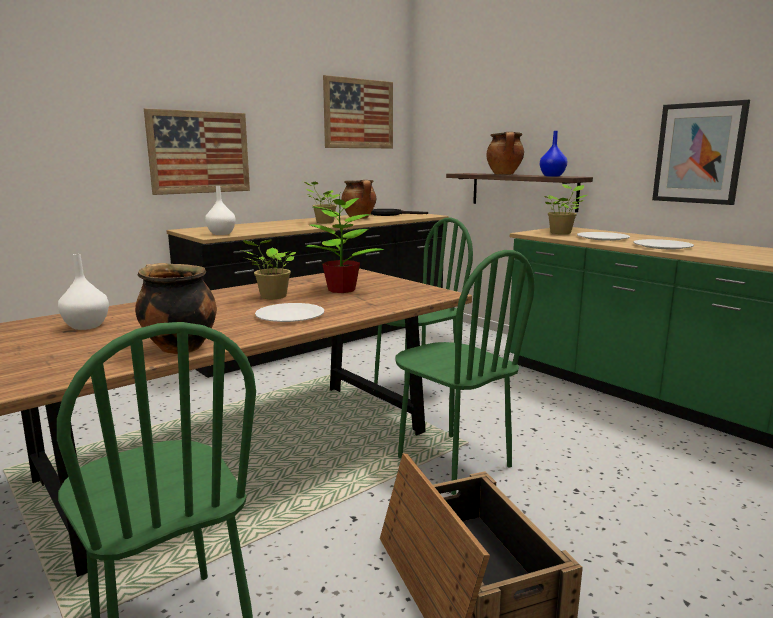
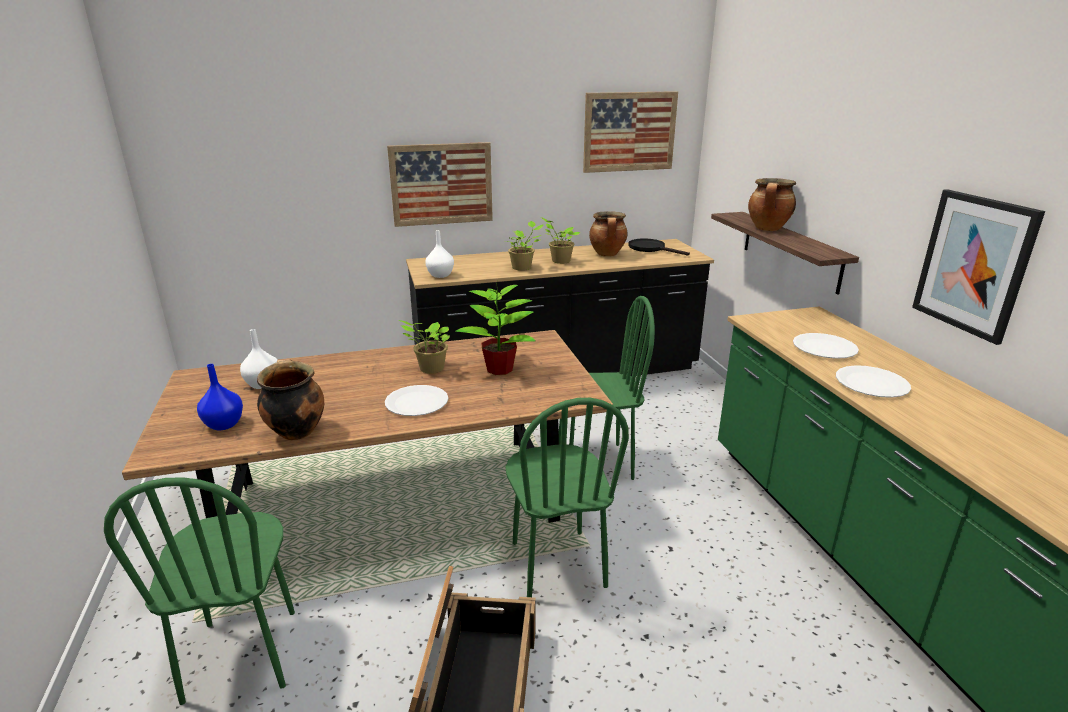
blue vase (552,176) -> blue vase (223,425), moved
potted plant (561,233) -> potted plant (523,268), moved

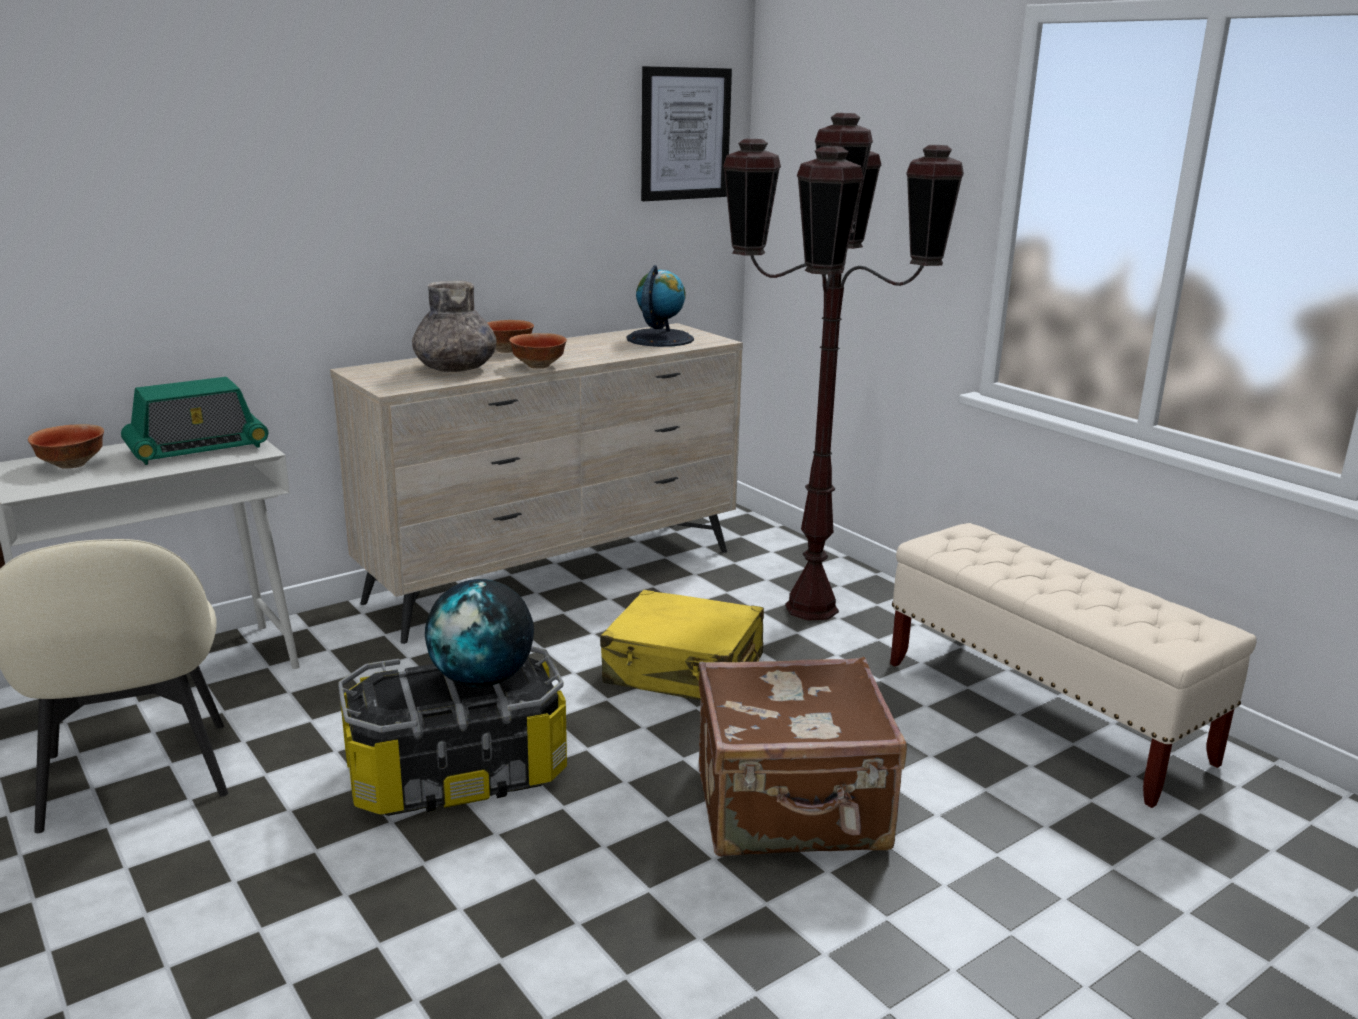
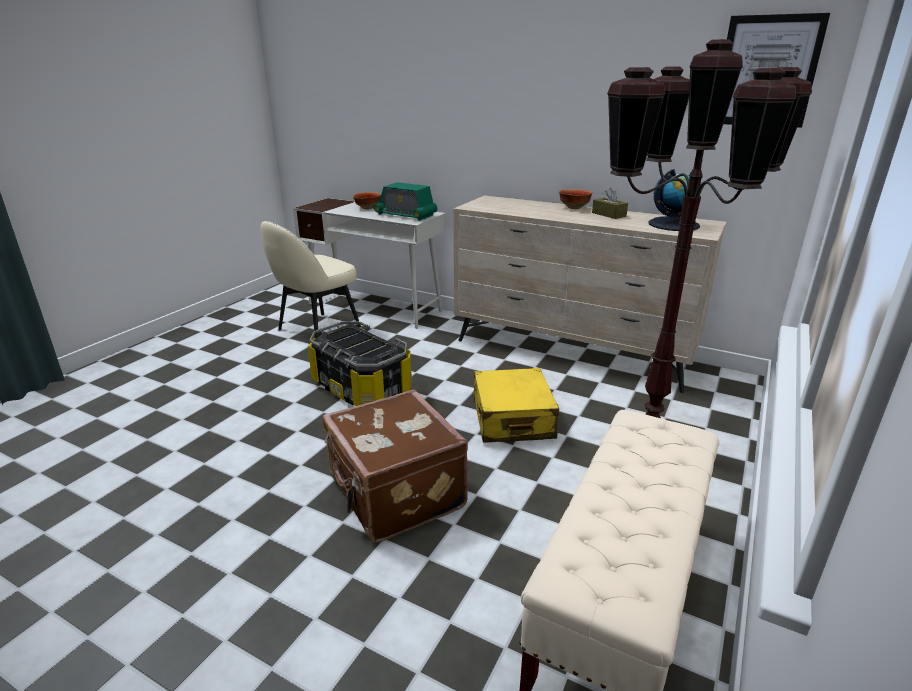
none -> brown tissue box (608,214)
grey vase (456,368) -> none
globe (482,679) -> none
bowl (539,366) -> none

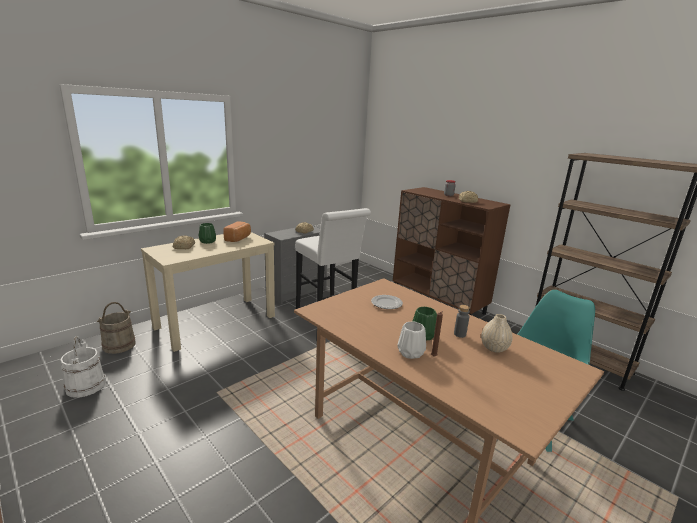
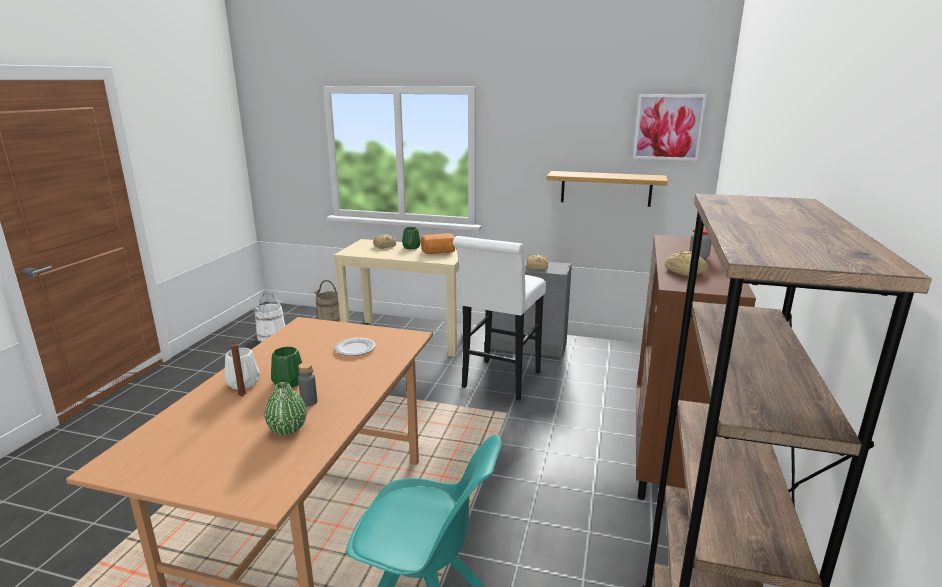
beige vase (494,348) -> green vase (287,428)
none -> shelf (606,188)
none -> picture (668,127)

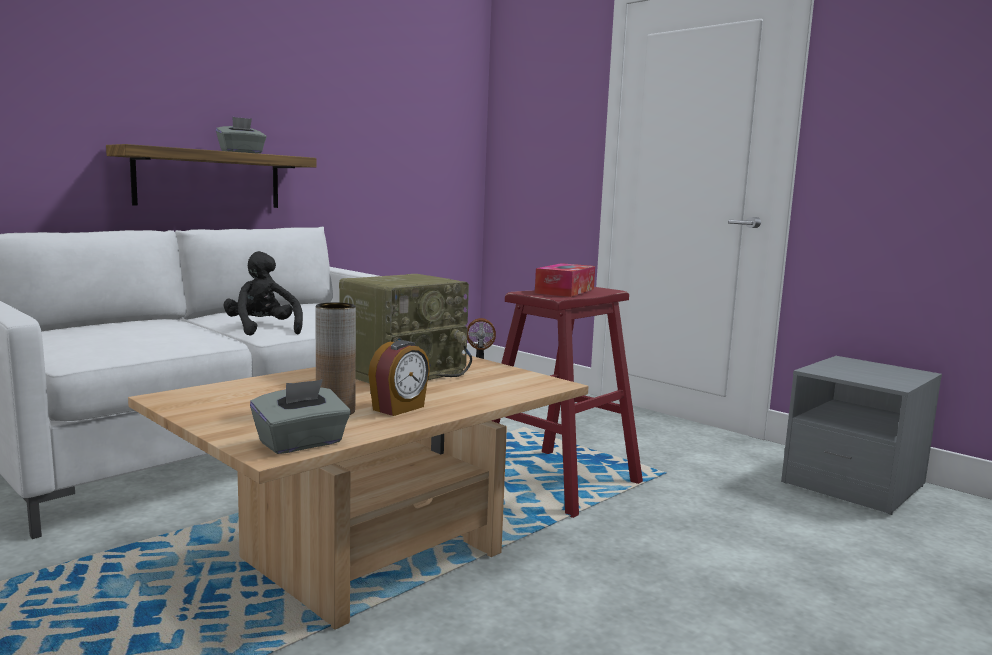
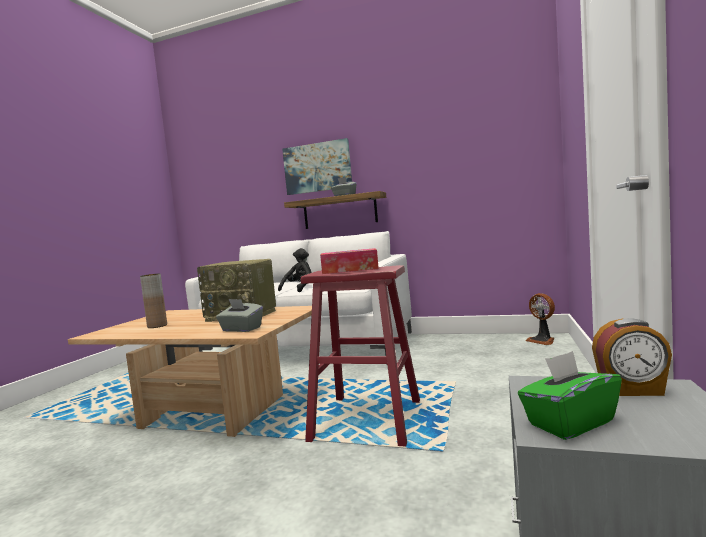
grey tissue box (301,443) -> grey tissue box (241,329), moved
none -> picture (317,167)
none -> green tissue box (569,422)
alarm clock (399,408) -> alarm clock (631,390), moved

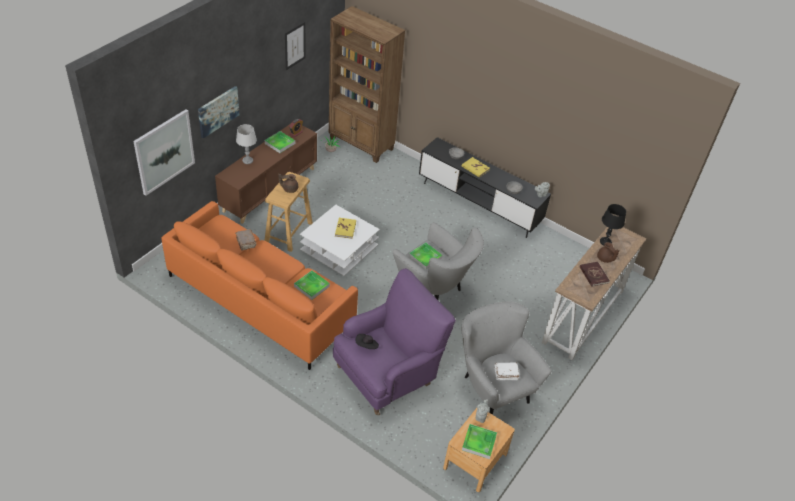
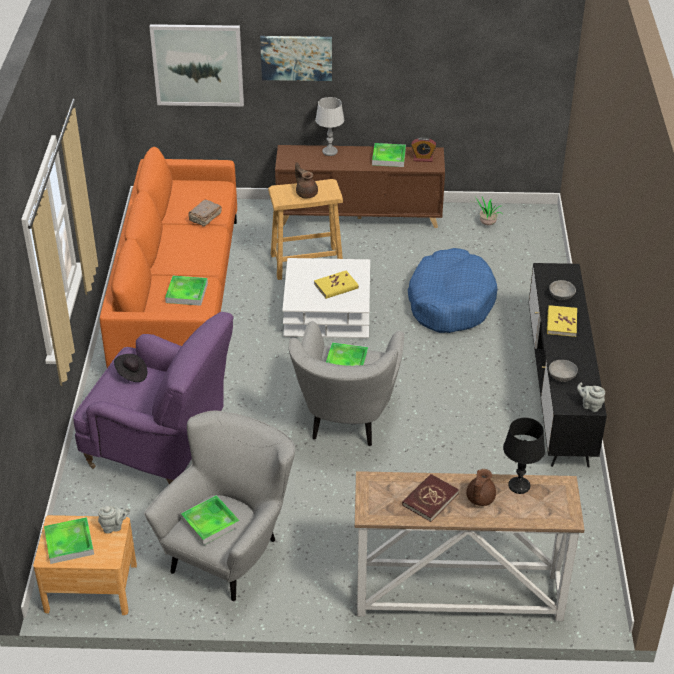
white book (505,374) -> tray (210,522)
none -> blue dog bed (450,302)
picture (295,45) -> none
brown bookcase (361,144) -> none

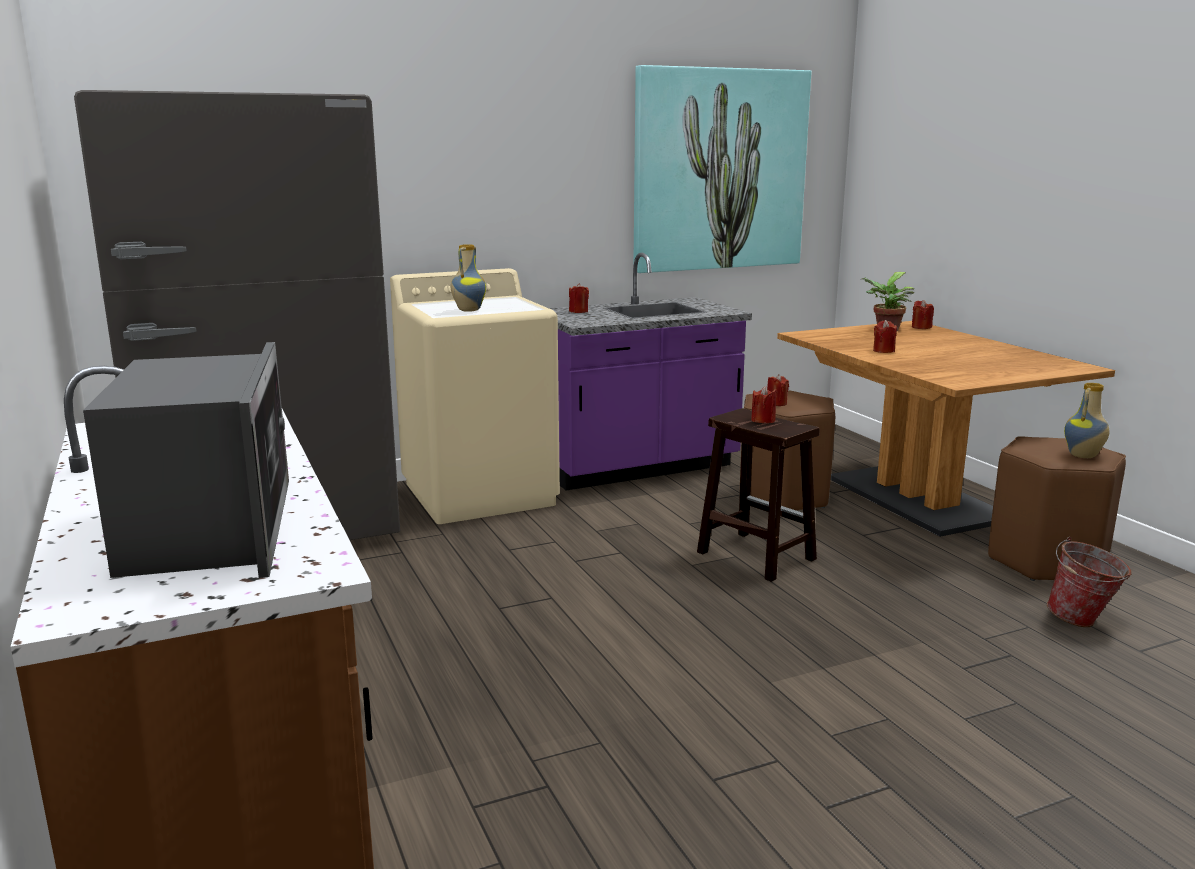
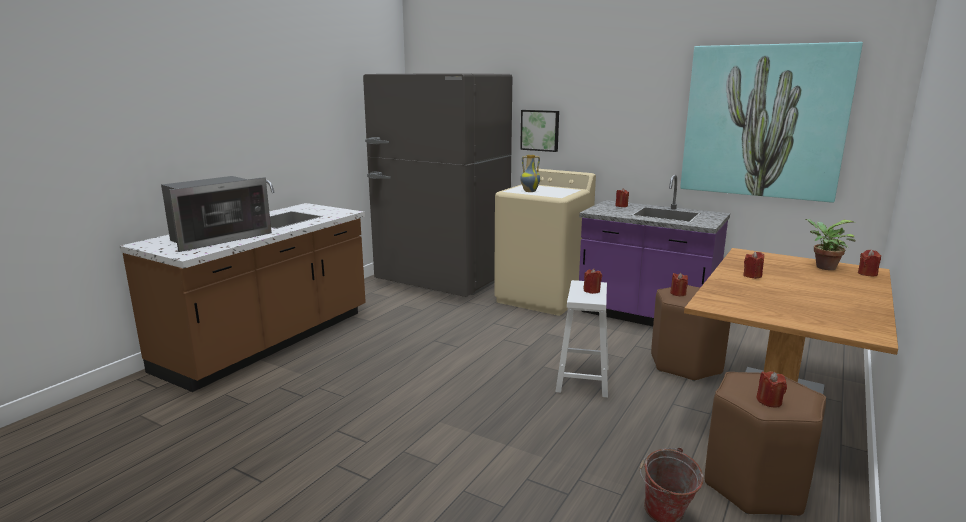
none -> picture (540,130)
brown stool (754,555) -> white stool (582,379)
vase (1083,456) -> red candle (769,401)

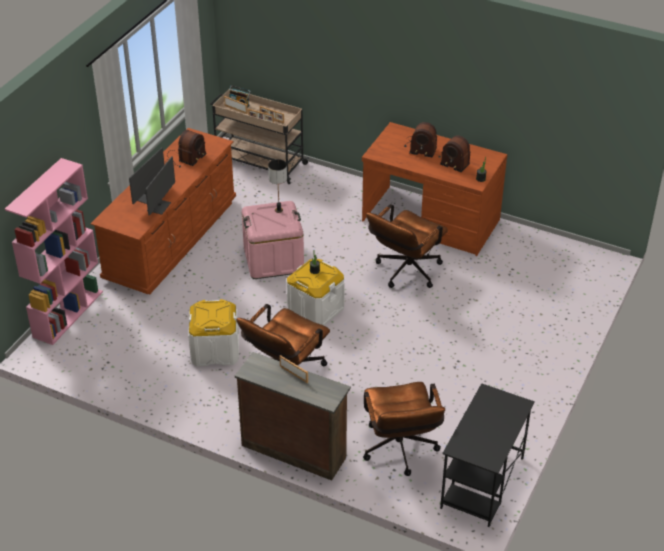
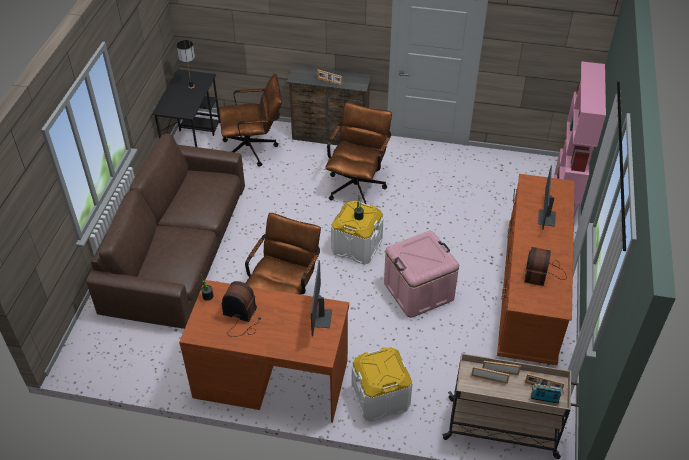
none -> brown sofa (178,248)
table lamp (279,210) -> table lamp (191,86), moved
brown office chair (400,452) -> brown office chair (254,149), 105 degrees clockwise
monitor (159,206) -> monitor (320,318), moved
white storage box (215,350) -> white storage box (380,397), moved
radio (420,147) -> none

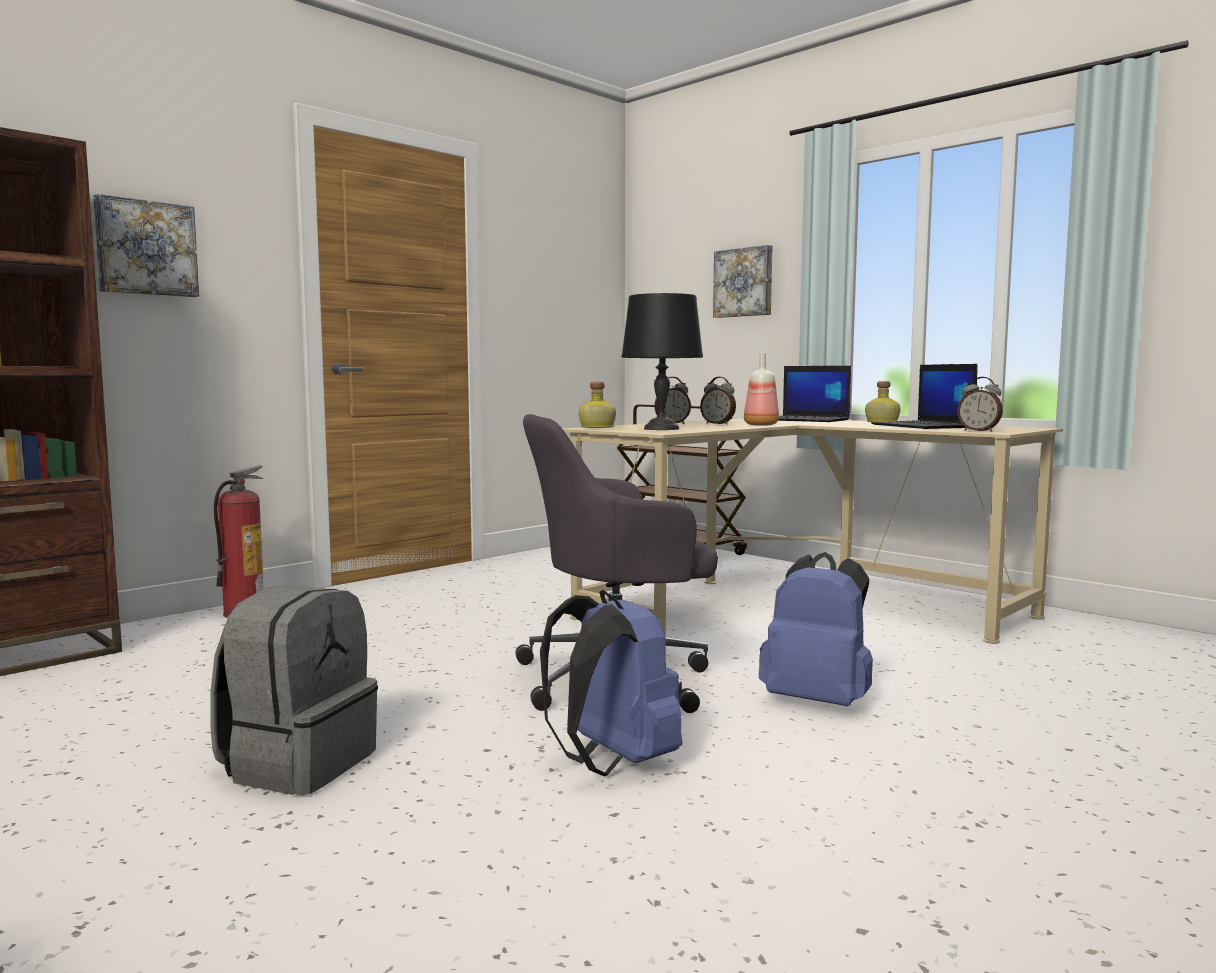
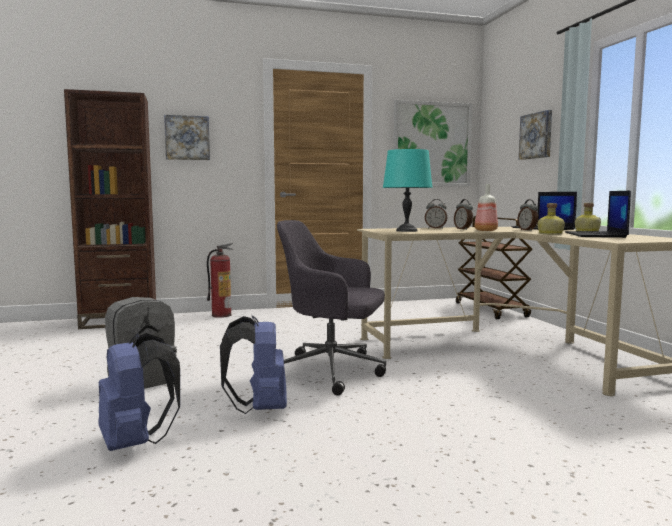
blue backpack (818,701) -> blue backpack (136,443), moved
black table lamp (661,429) -> turquoise table lamp (407,231)
none -> picture (432,144)
alarm clock (979,431) -> alarm clock (527,230), moved
bottle (596,427) -> bottle (549,234), moved

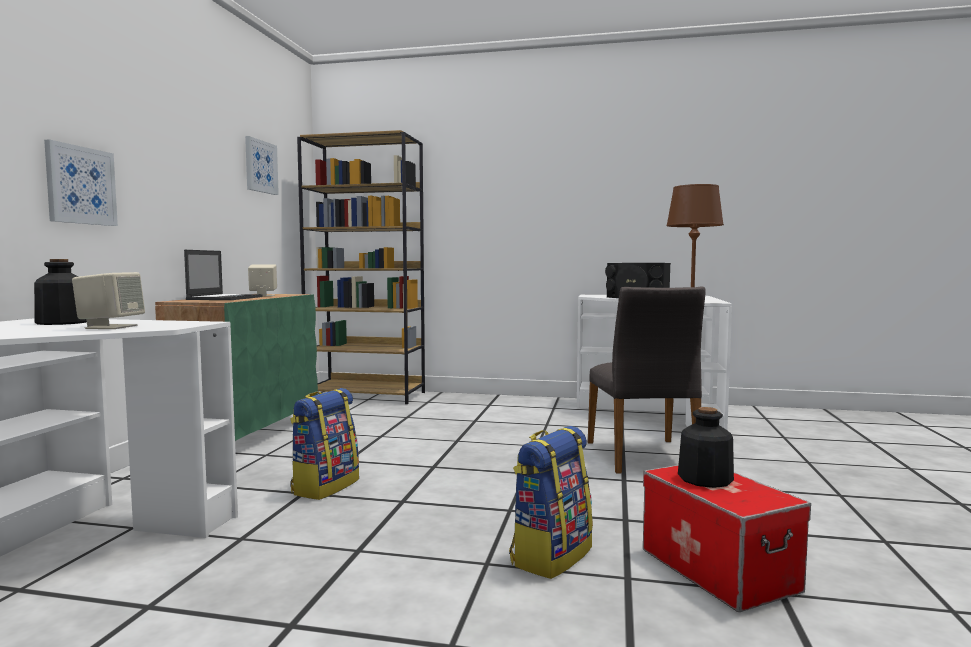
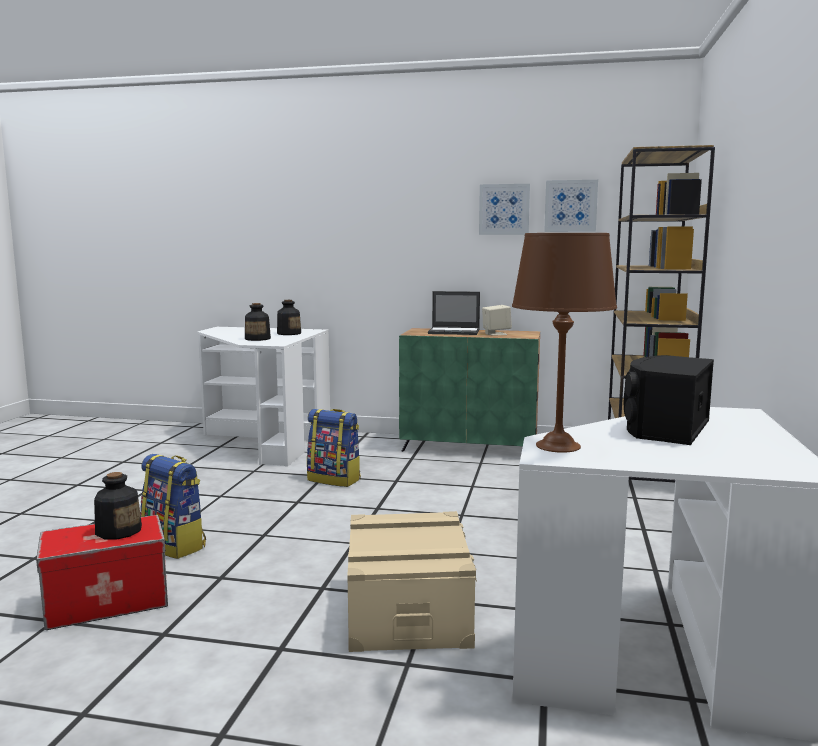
beige speaker (111,327) -> bottle (258,339)
grey chair (643,456) -> beige storage box (407,610)
picture (80,185) -> picture (504,209), moved

